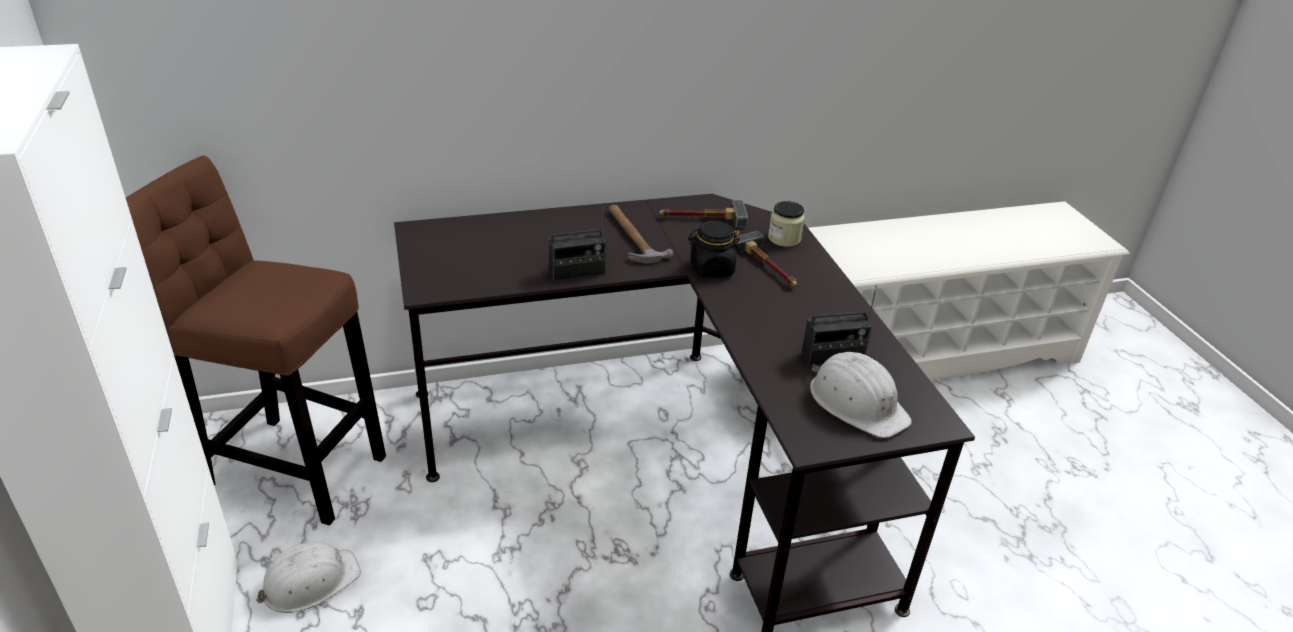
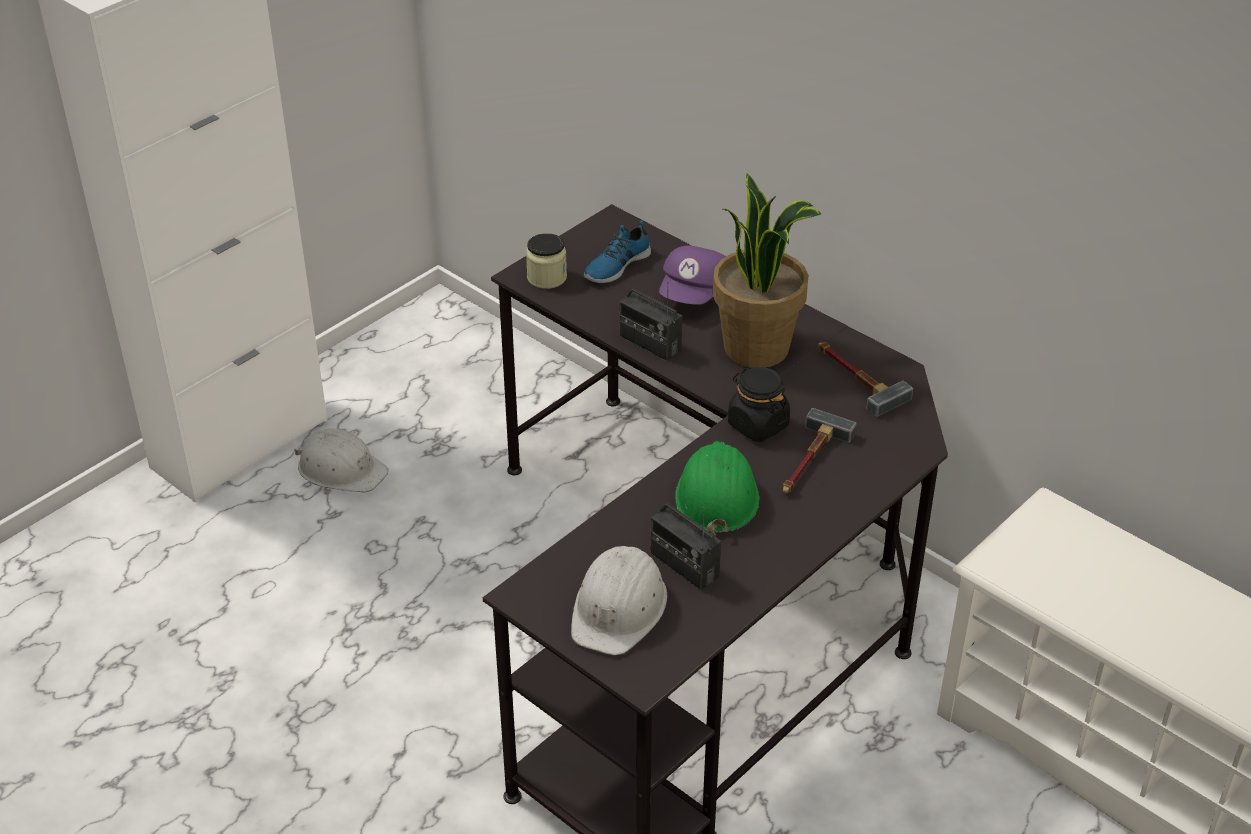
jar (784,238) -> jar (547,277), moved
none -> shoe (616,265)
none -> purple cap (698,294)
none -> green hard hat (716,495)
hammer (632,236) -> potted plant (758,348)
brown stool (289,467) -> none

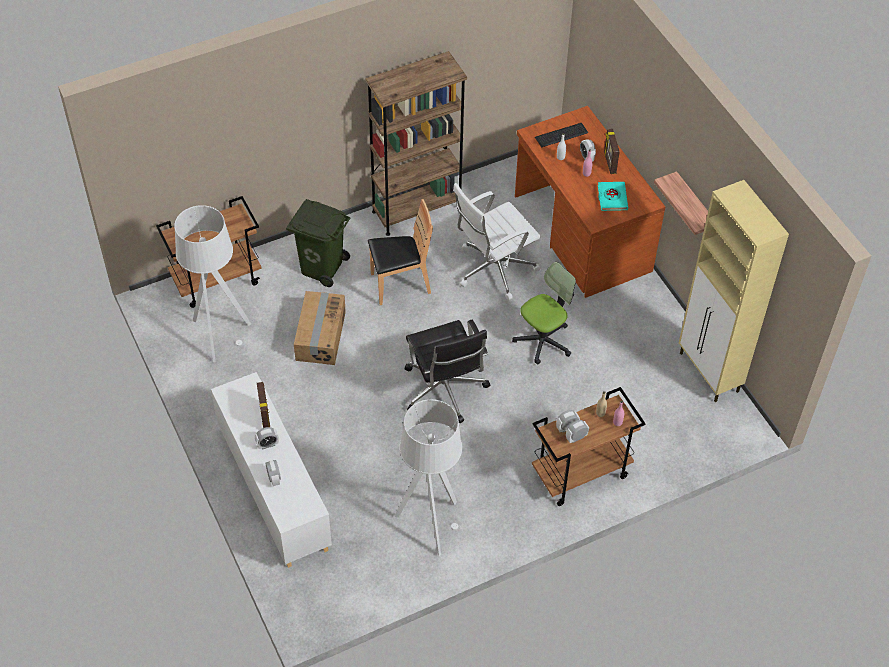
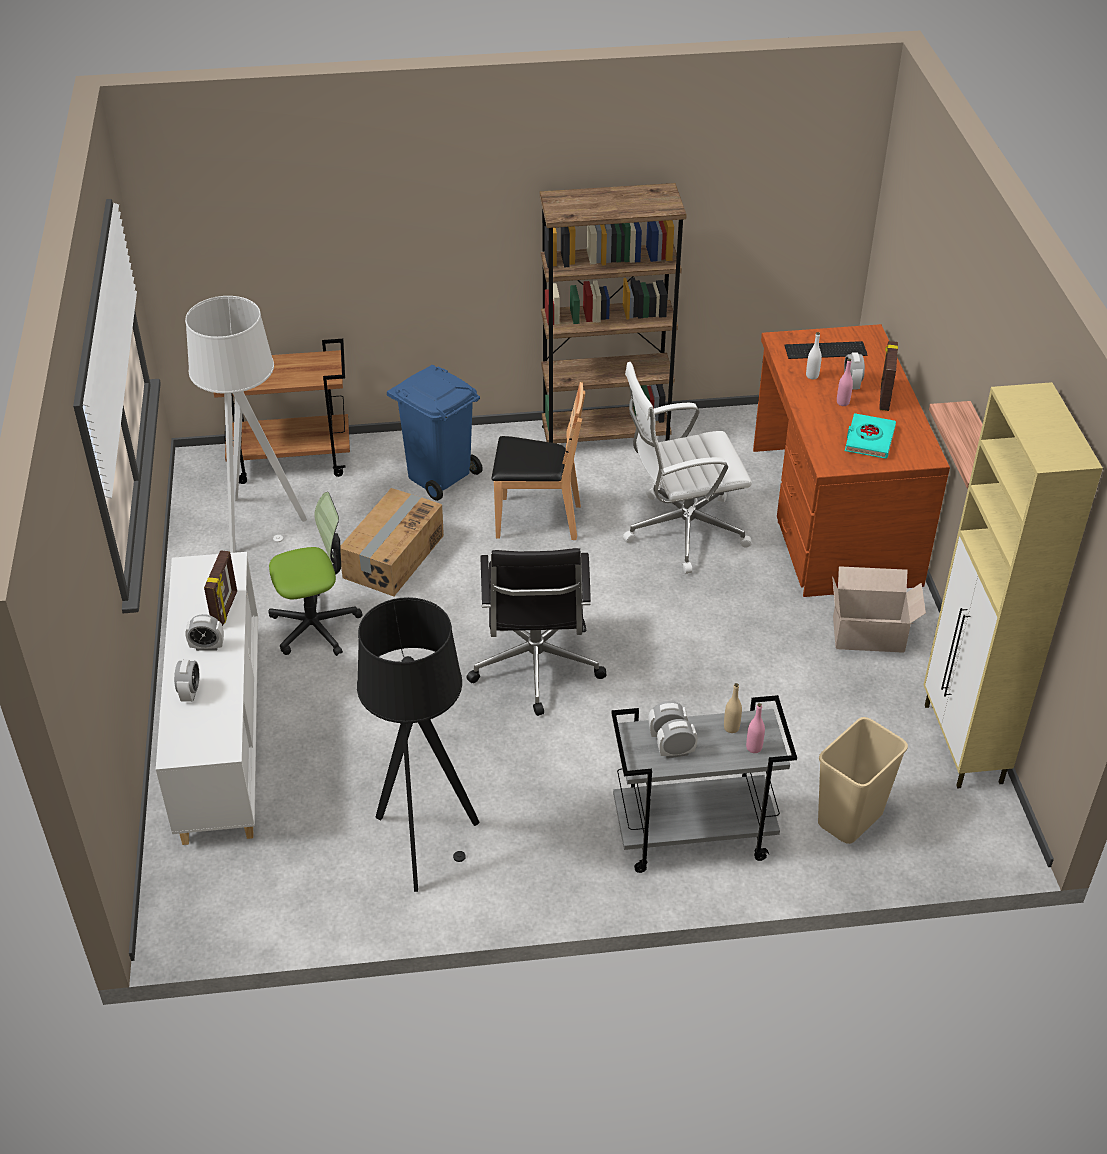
office chair (543,340) -> office chair (315,626), moved
white floor lamp (430,524) -> black floor lamp (423,843)
green trash can (322,267) -> blue trash can (440,475)
brown cart (580,474) -> grey cart (692,836)
none -> beige trash can (850,820)
none -> cardboard box (870,635)

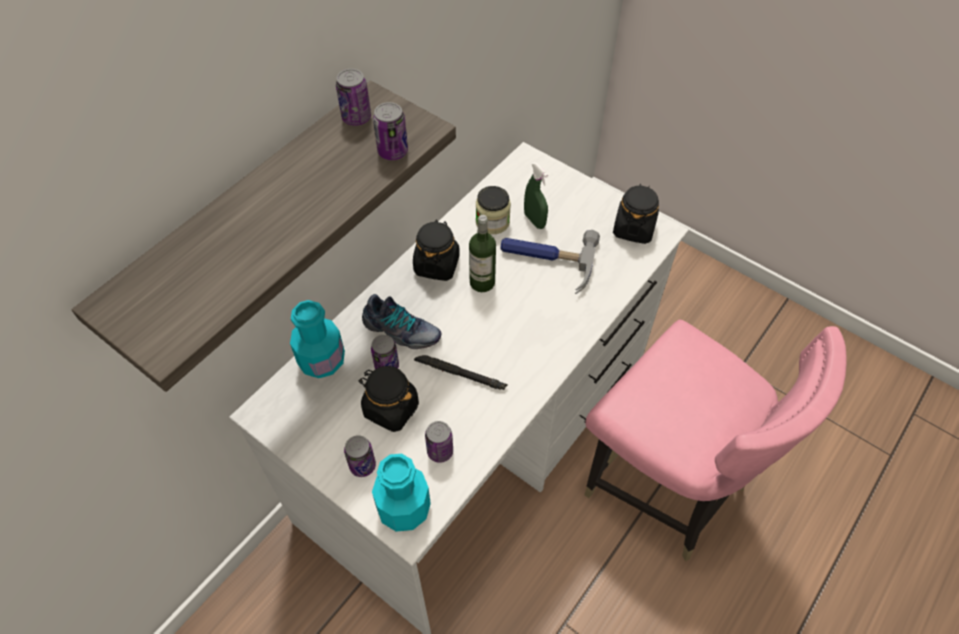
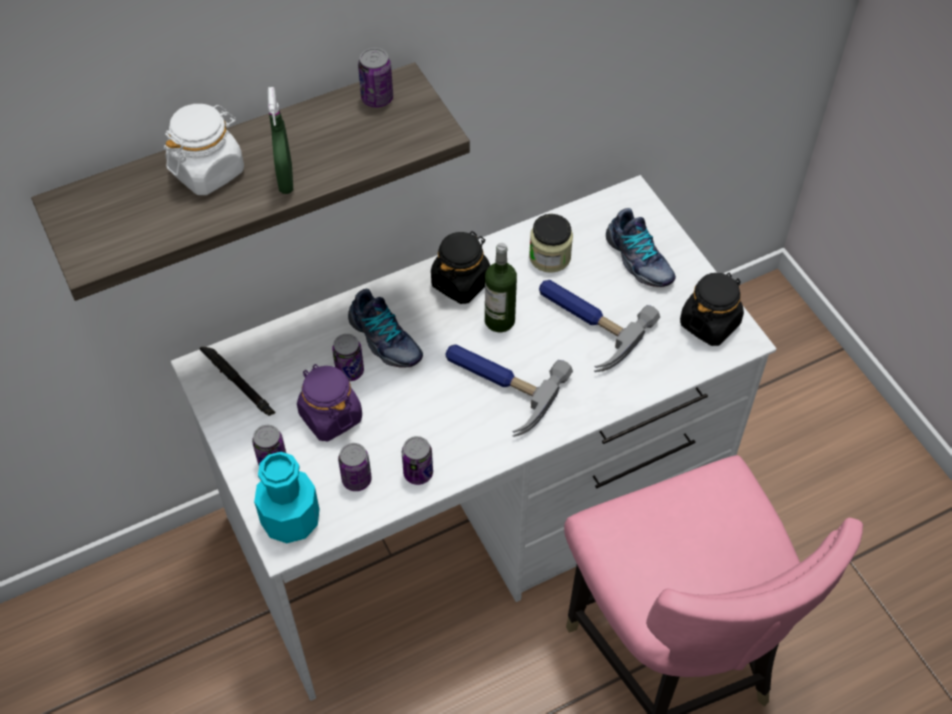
none -> white jar (208,171)
black flashlight (460,374) -> black flashlight (237,383), moved
green spray bottle (534,220) -> green spray bottle (285,179), moved
black jar (390,409) -> purple jar (330,416)
can (393,151) -> can (418,473), moved
none -> hammer (497,385)
none -> shoe (638,260)
turquoise bottle (322,360) -> none

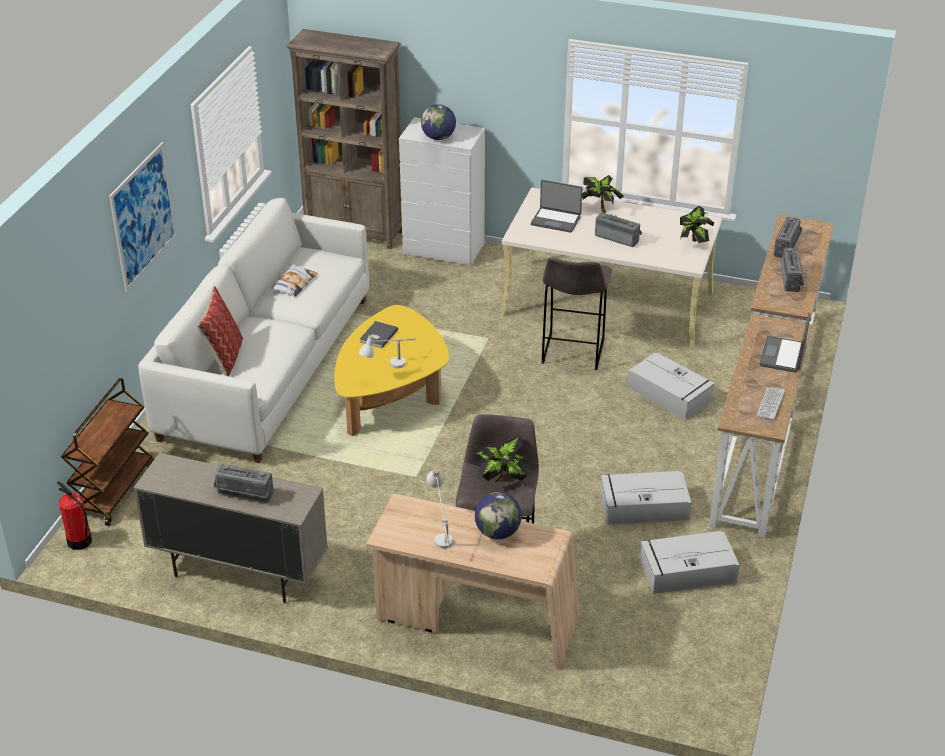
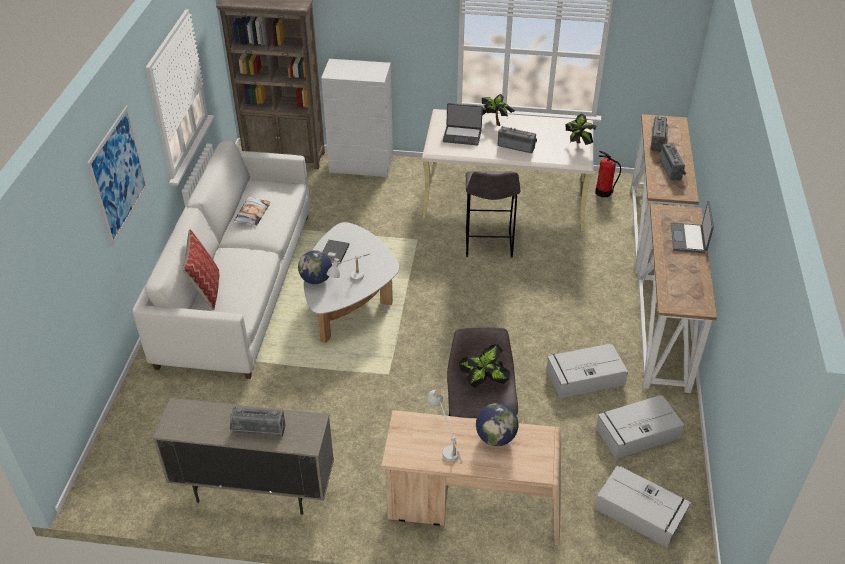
globe (438,138) -> globe (316,279), moved
yellow coffee table (391,395) -> white coffee table (349,301)
fire extinguisher (79,541) -> fire extinguisher (603,192), moved
grey storage box (670,394) -> grey storage box (641,513), moved
brown cart (114,490) -> none
keyboard (770,404) -> none

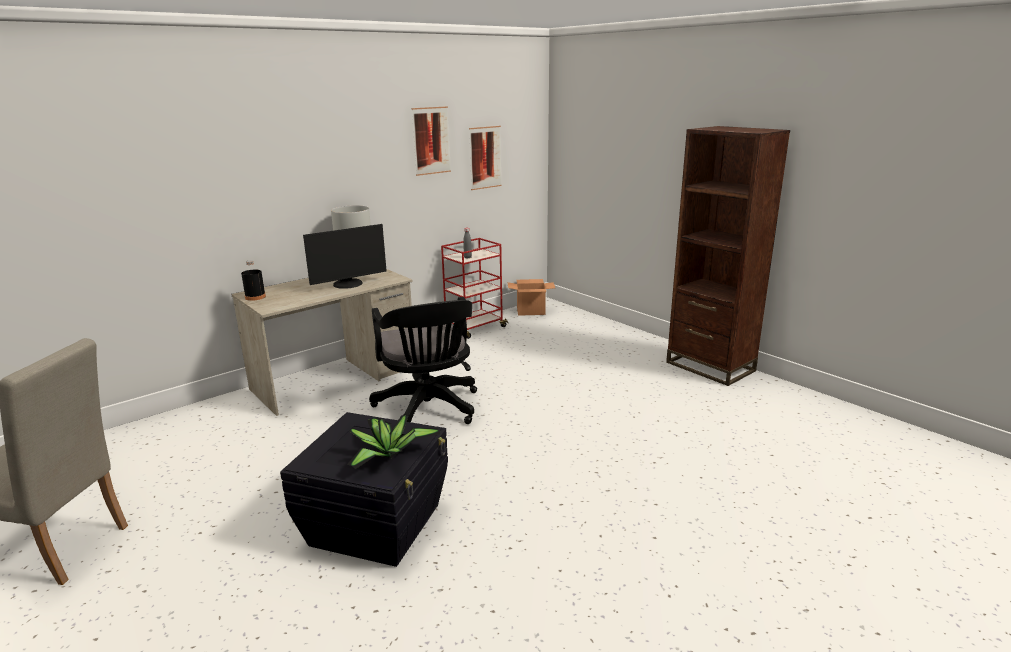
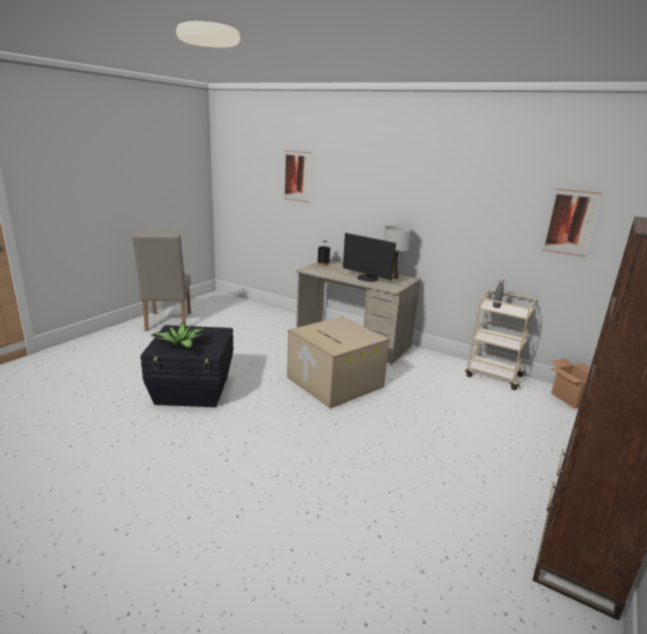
picture (431,141) -> picture (297,176), moved
black office chair (429,410) -> cardboard box (333,382)
red cart (474,328) -> beige cart (492,376)

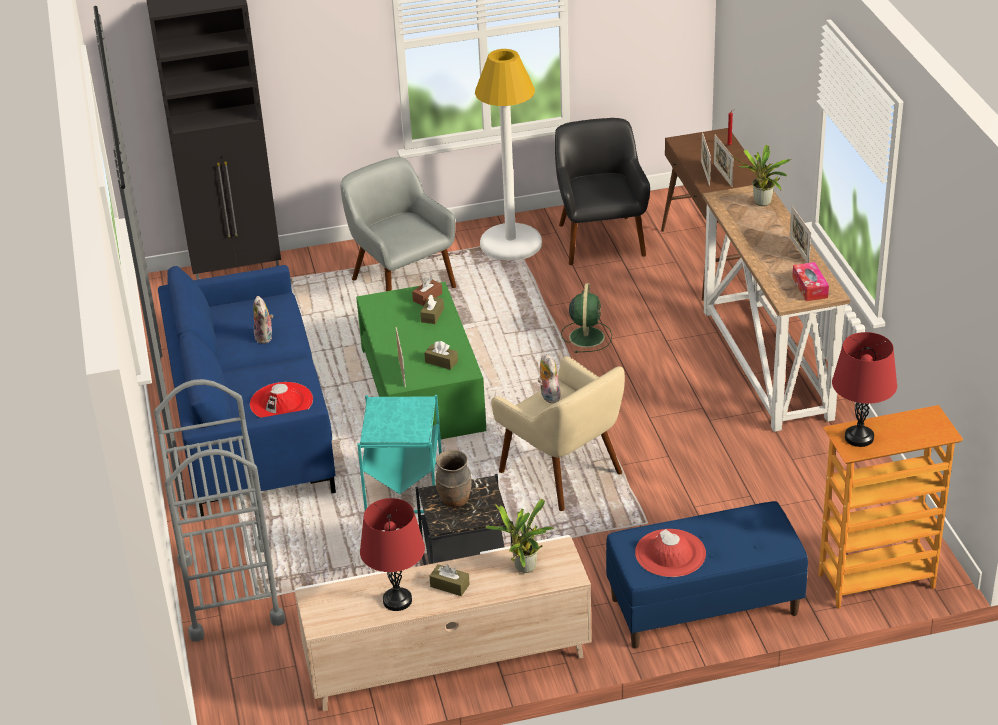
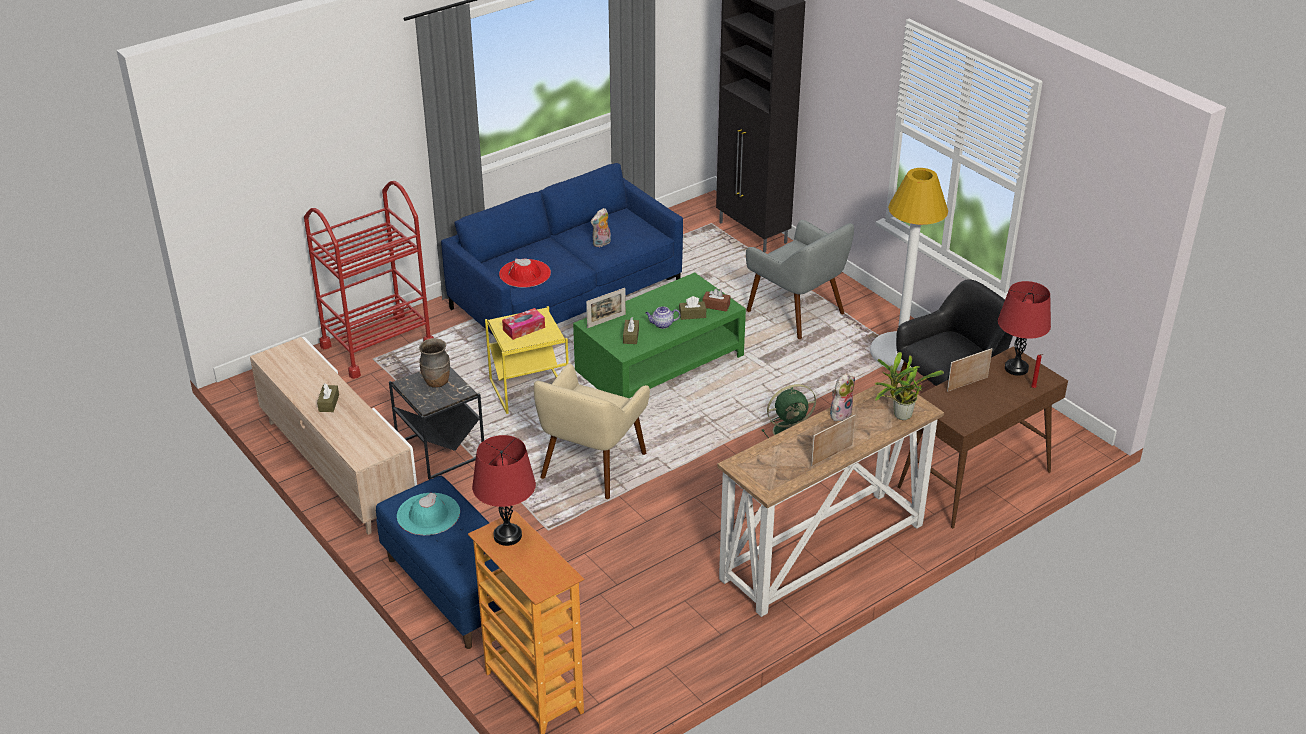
grey cart (230,591) -> red cart (377,345)
red hat (670,553) -> turquoise hat (428,514)
turquoise side table (403,489) -> yellow side table (528,389)
tissue box (810,287) -> tissue box (524,329), moved
none -> teapot (662,324)
grey armchair (401,283) -> grey armchair (797,312), 105 degrees clockwise
plush toy (548,396) -> plush toy (840,413), moved
red table lamp (397,601) -> red table lamp (1016,368), moved
potted plant (524,569) -> none
picture frame (722,175) -> none

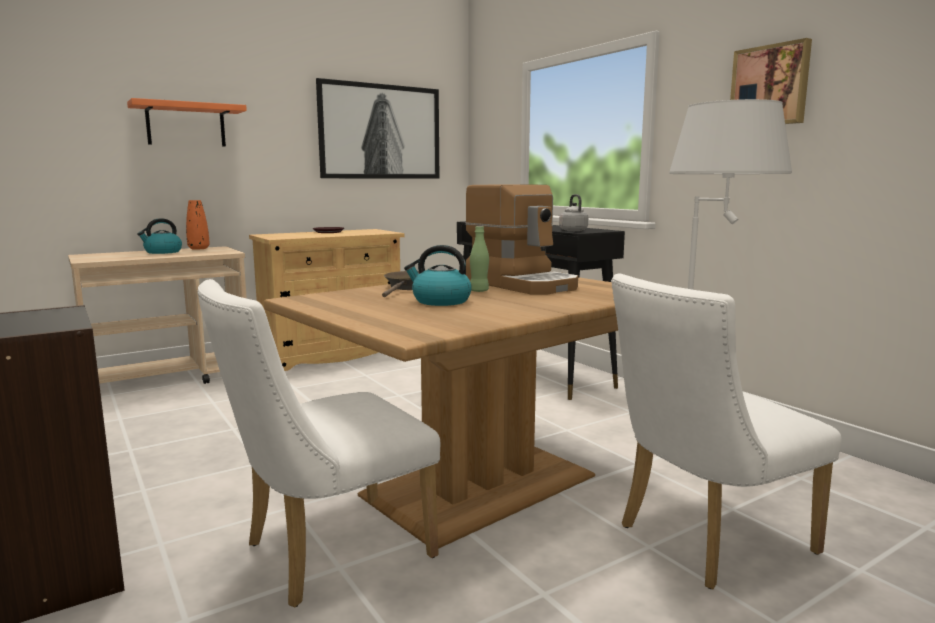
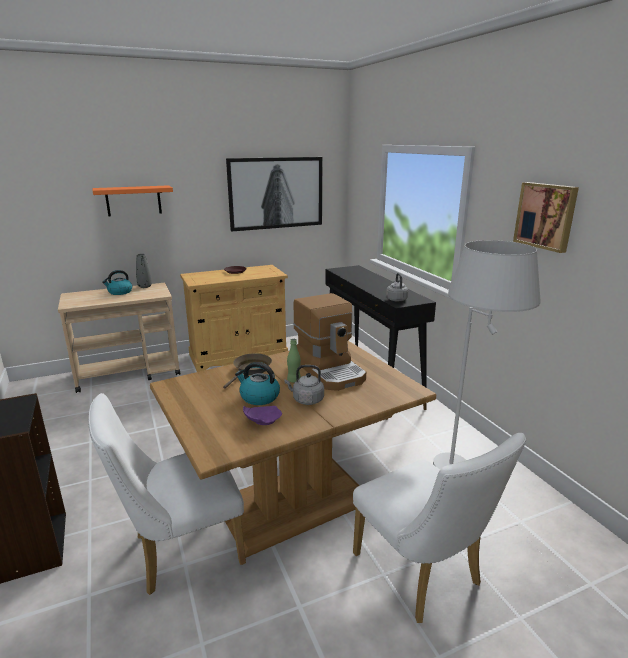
orange vase (198,248) -> grey vase (145,286)
none -> purple plate (262,420)
none -> grey kettle (306,400)
white chair (704,541) -> white chair (422,575), 105 degrees counterclockwise

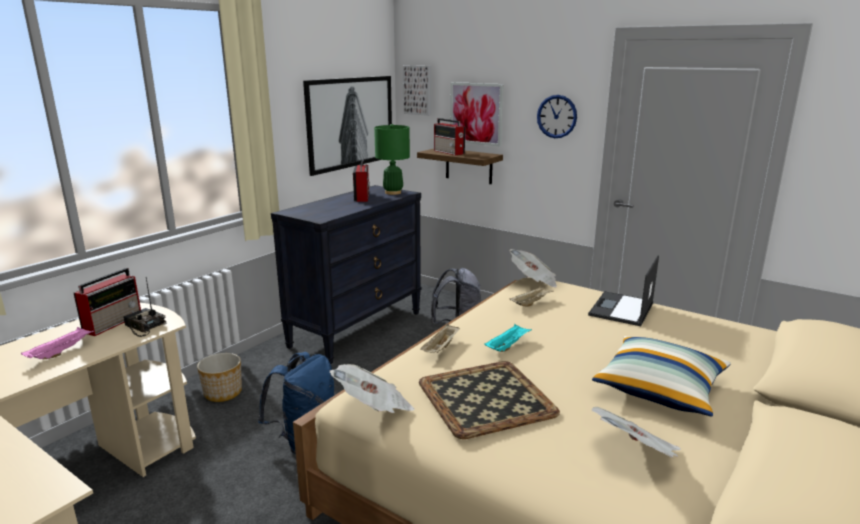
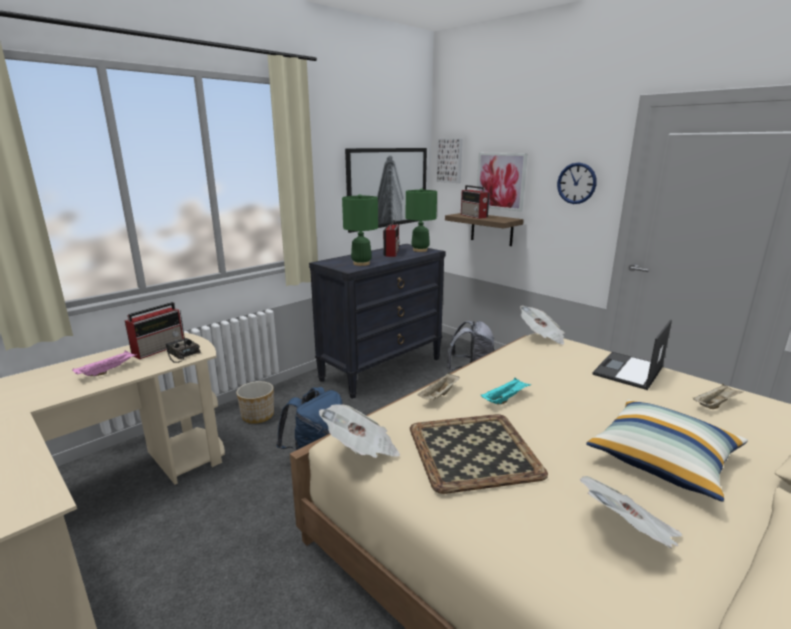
none -> green table lamp (361,264)
beige tray (531,303) -> beige tray (715,404), moved

